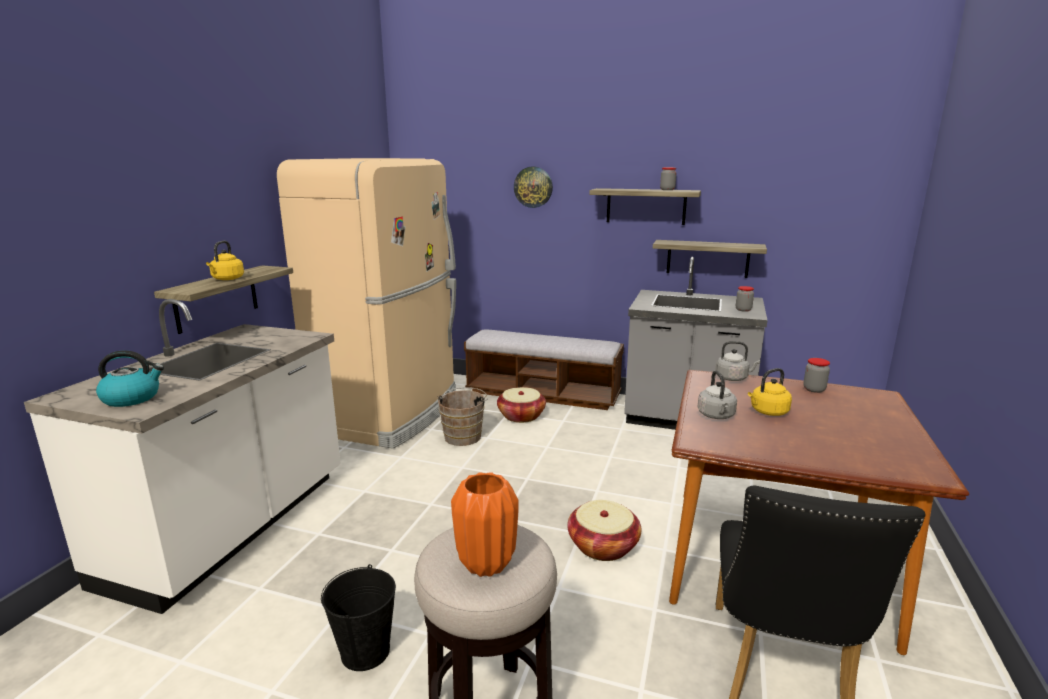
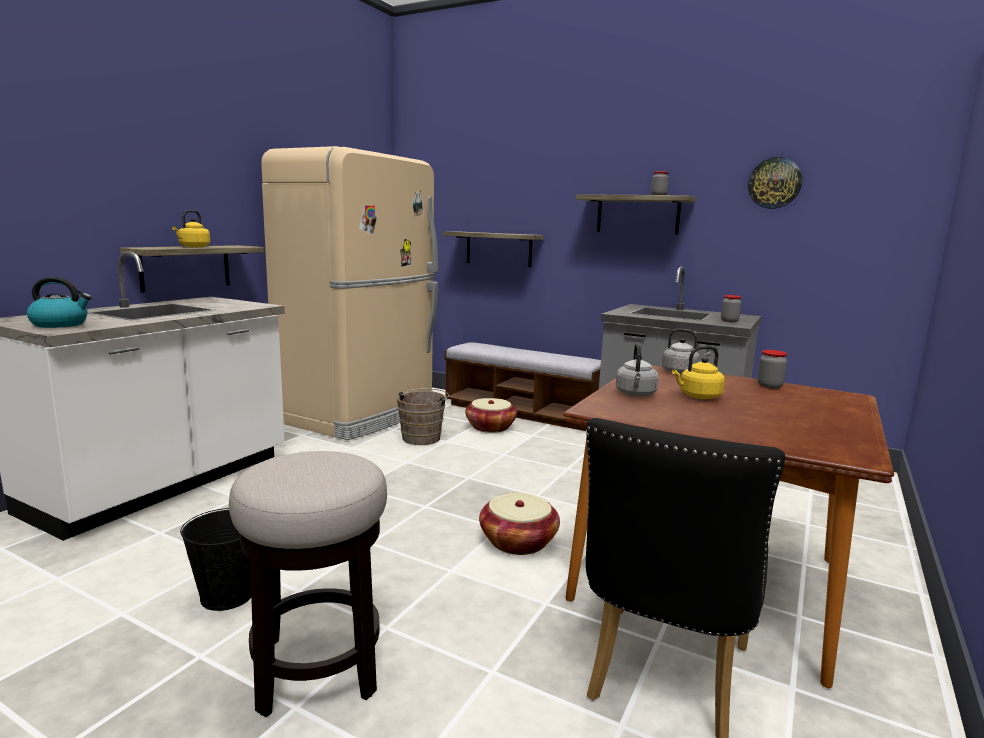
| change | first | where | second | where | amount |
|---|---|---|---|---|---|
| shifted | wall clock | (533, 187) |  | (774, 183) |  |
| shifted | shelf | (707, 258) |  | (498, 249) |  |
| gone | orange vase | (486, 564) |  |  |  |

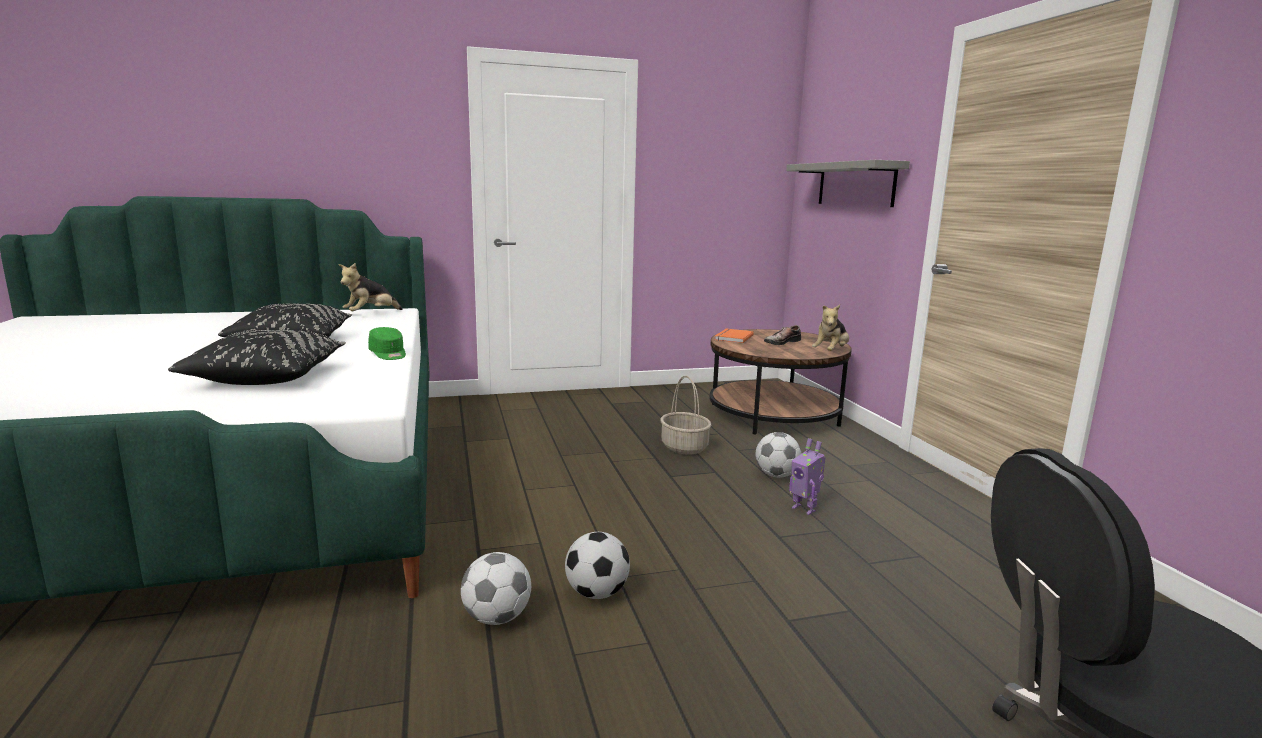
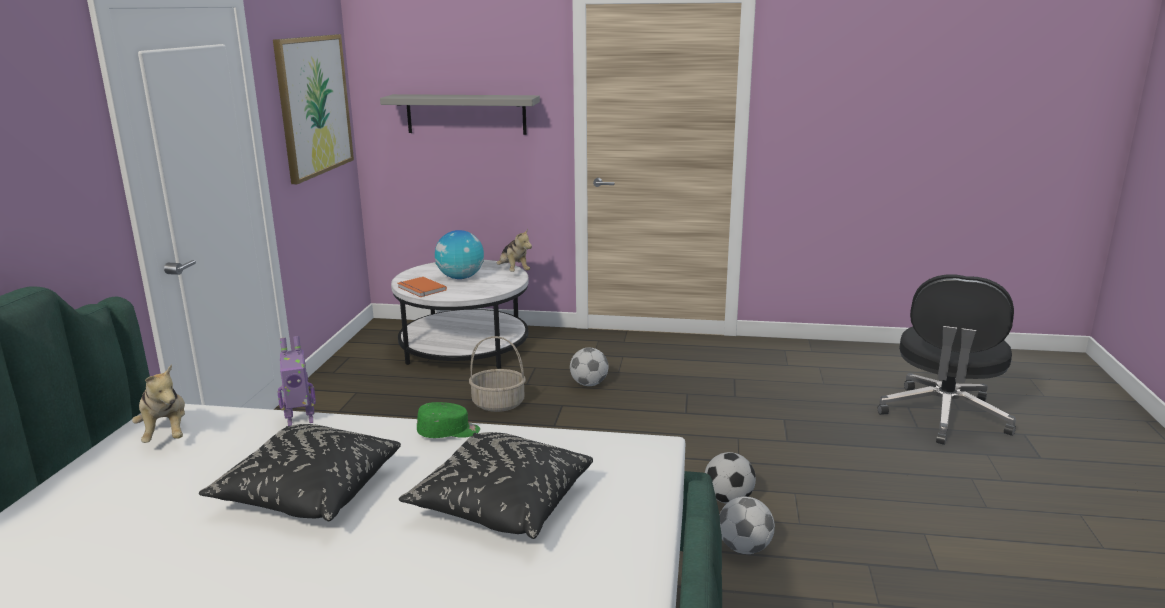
| change | first | where | second | where | amount |
|---|---|---|---|---|---|
| swapped | shoe | (781, 342) | globe | (461, 278) |  |
| repainted | brown coffee table | (773, 414) | white coffee table | (464, 347) |  |
| shifted | toy robot | (804, 509) |  | (300, 420) |  |
| new |  |  | picture | (314, 105) |  |

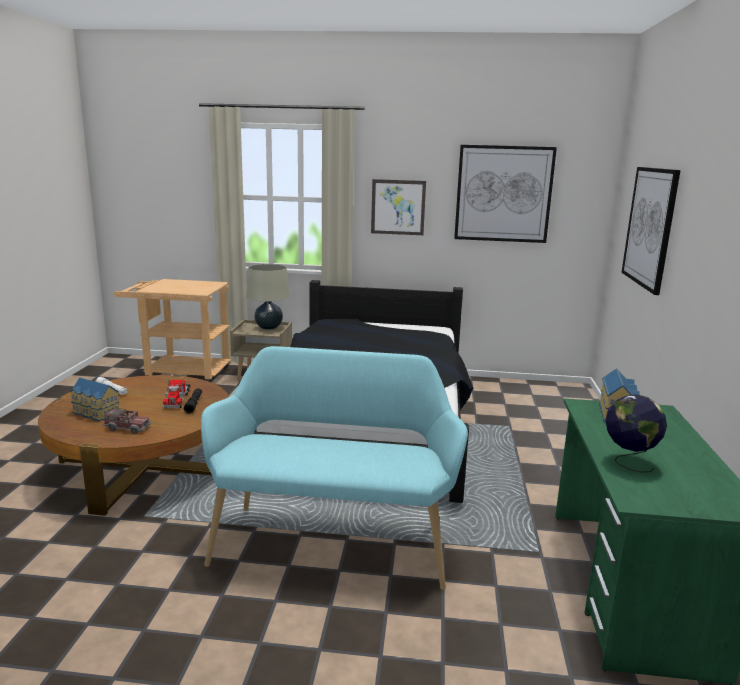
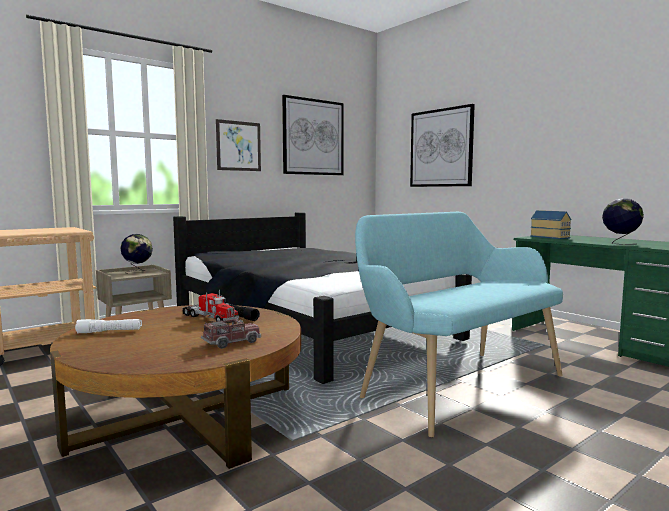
| change | first | where | second | where | amount |
|---|---|---|---|---|---|
| swapped | beige table lamp | (268, 327) | globe | (138, 271) |  |
| gone | toy house | (95, 413) |  |  |  |

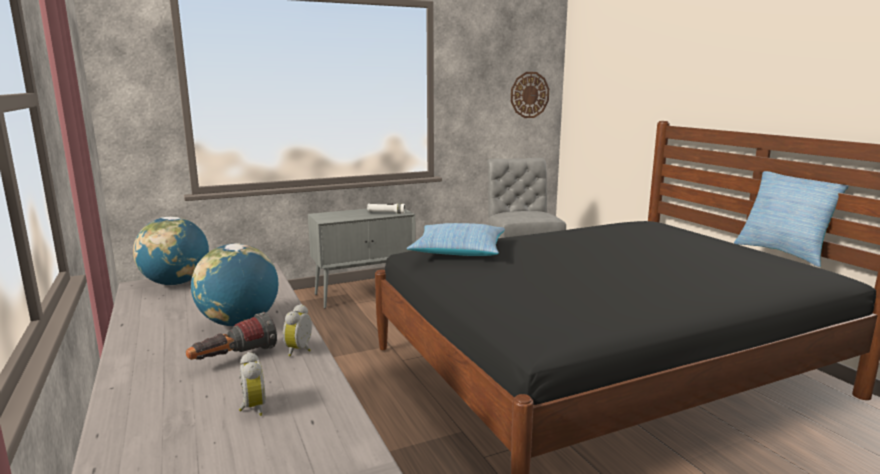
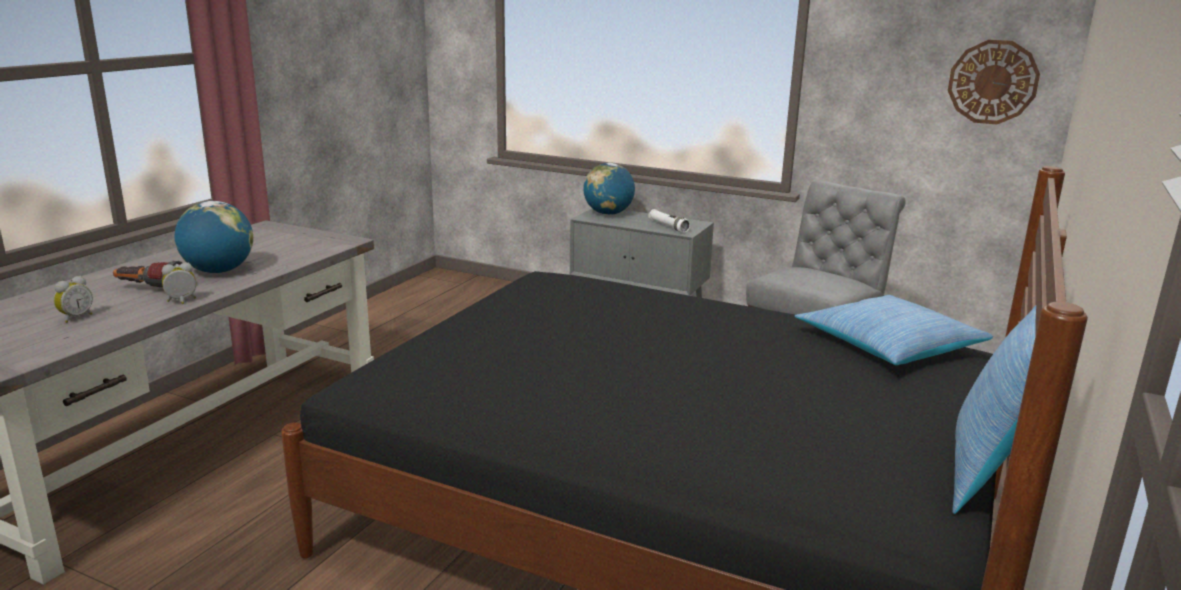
| change | first | where | second | where | amount |
|---|---|---|---|---|---|
| shifted | globe | (176, 283) |  | (608, 214) |  |
| shifted | pillow | (458, 250) |  | (889, 344) |  |

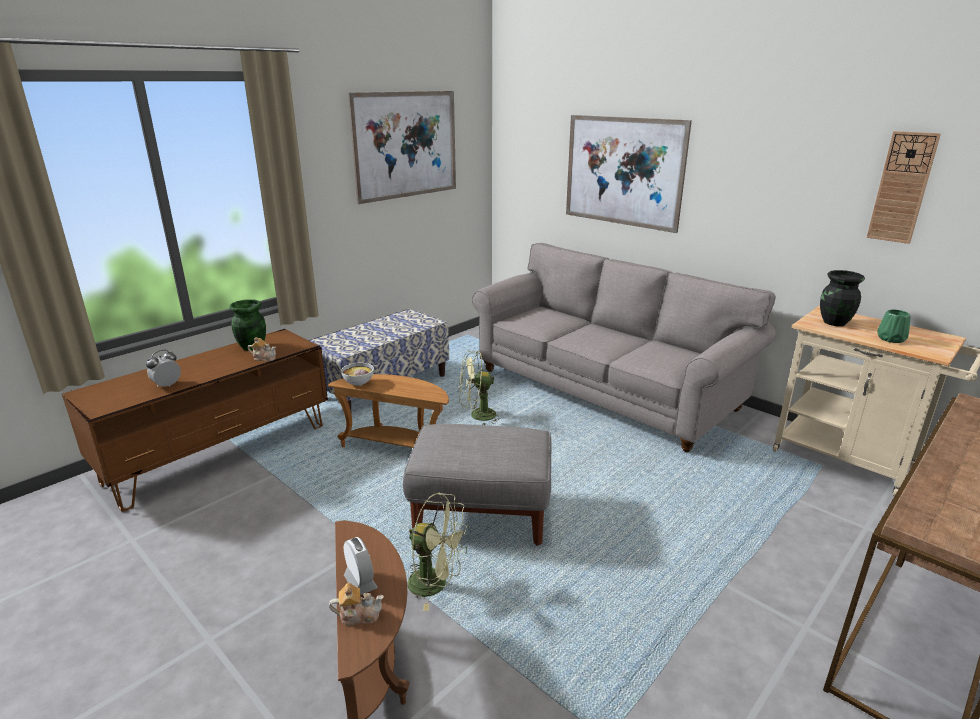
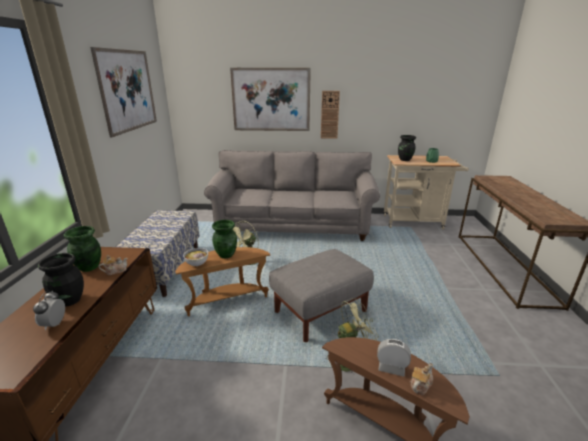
| change | first | where | second | where | amount |
|---|---|---|---|---|---|
| shifted | wall clock | (902, 188) |  | (329, 115) |  |
| new |  |  | green vase | (226, 254) |  |
| new |  |  | black vase | (69, 300) |  |

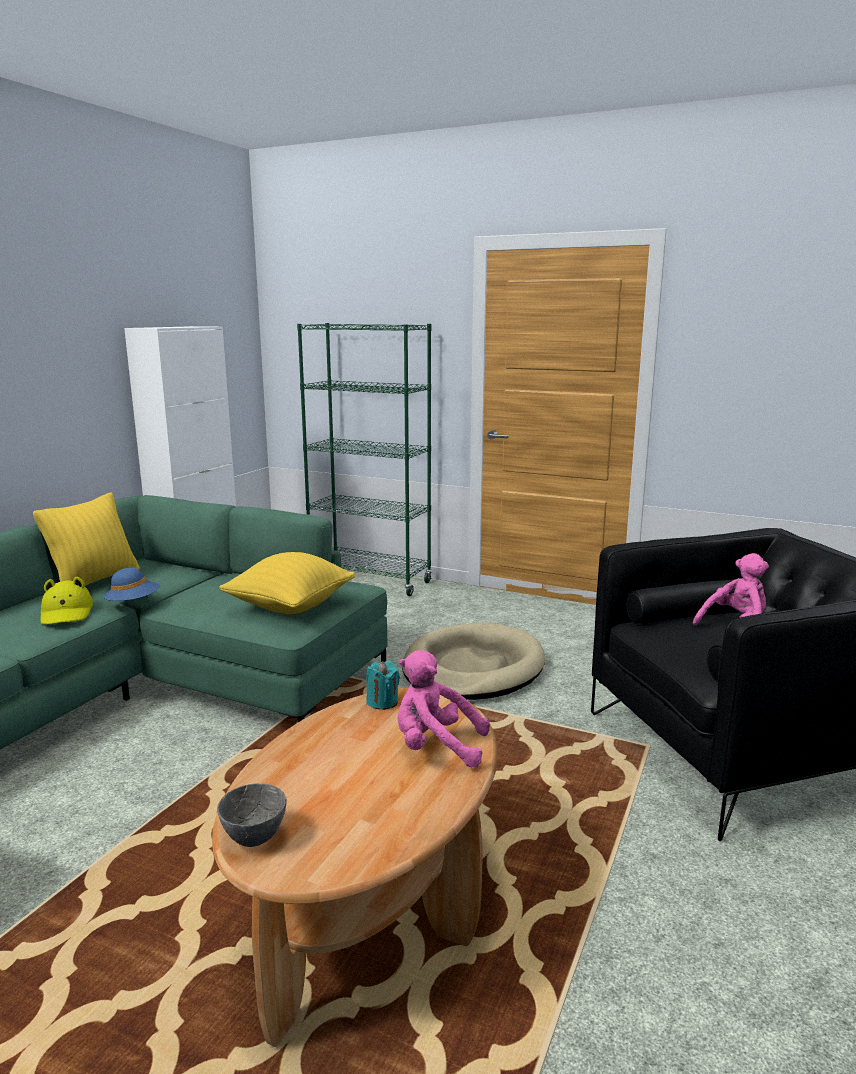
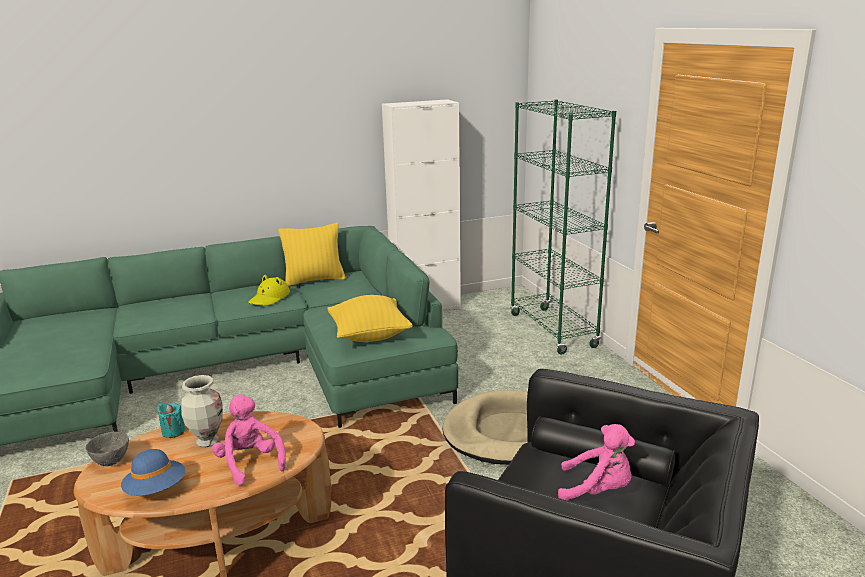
| change | first | where | second | where | amount |
|---|---|---|---|---|---|
| shifted | blue hat | (133, 603) |  | (156, 490) |  |
| shifted | turquoise candle | (382, 702) |  | (173, 432) |  |
| new |  |  | vase | (207, 441) |  |

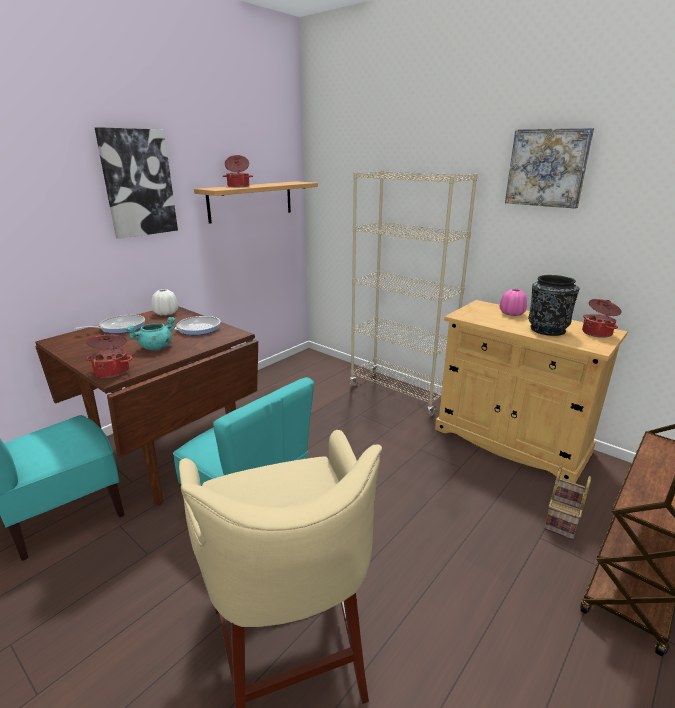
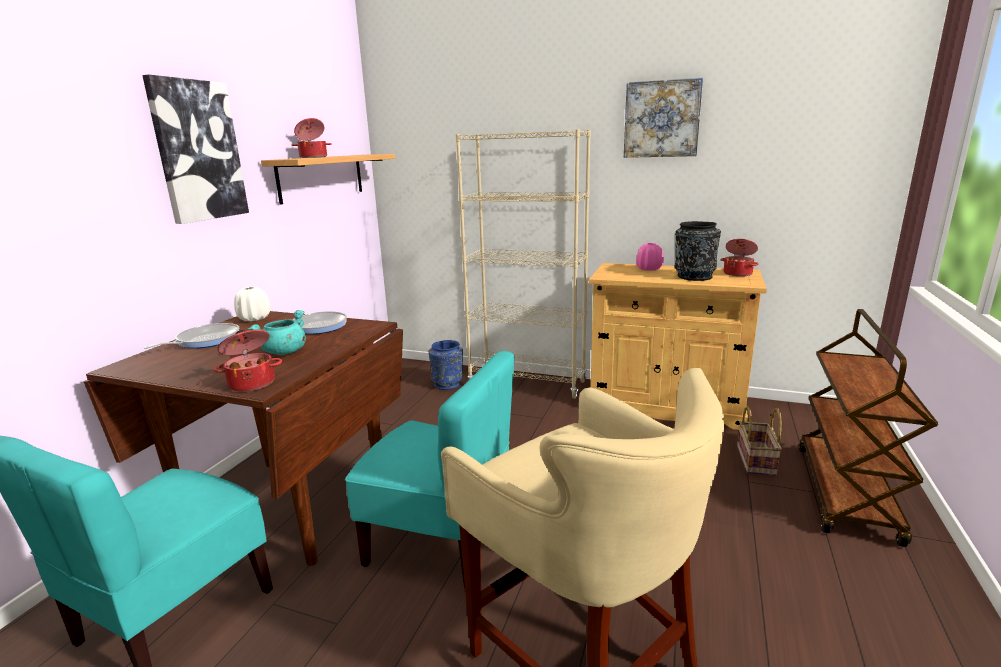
| change | first | where | second | where | amount |
|---|---|---|---|---|---|
| new |  |  | blue vase | (448, 384) |  |

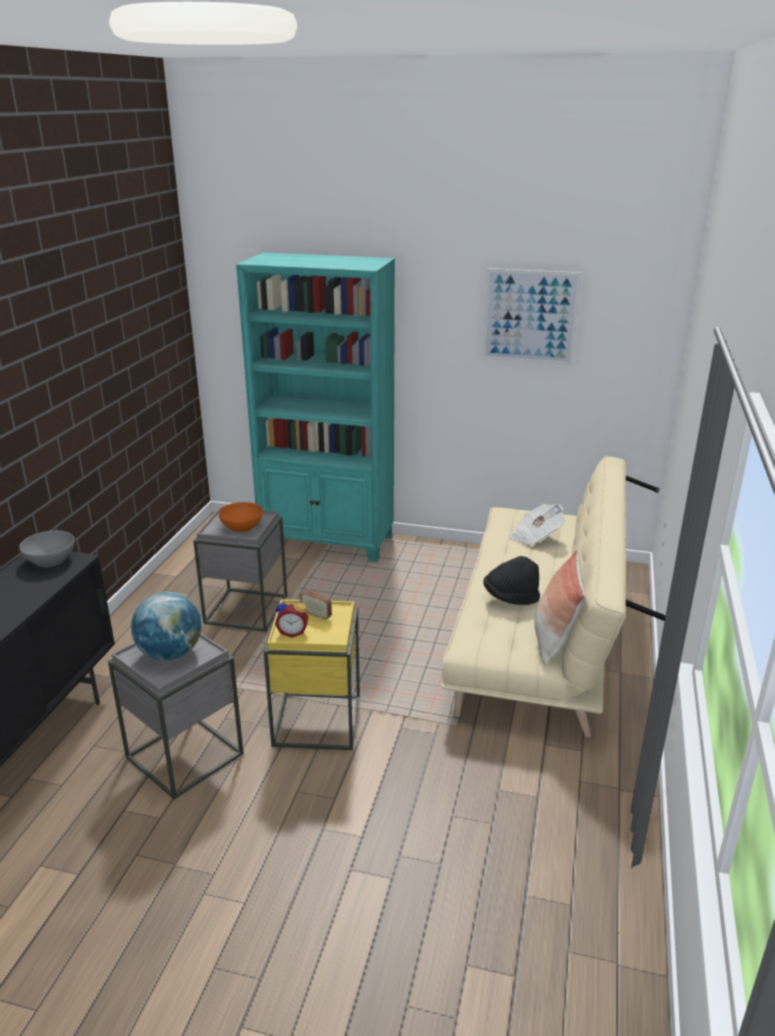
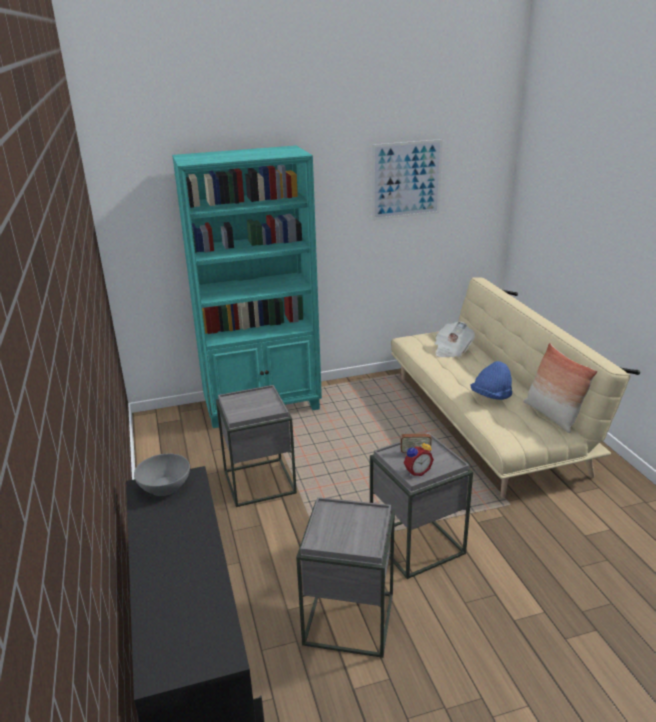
| change | first | where | second | where | amount |
|---|---|---|---|---|---|
| gone | orange bowl | (241, 526) |  |  |  |
| repainted | black hat | (510, 598) | blue hat | (491, 396) |  |
| gone | globe | (170, 653) |  |  |  |
| repainted | yellow side table | (317, 721) | grey side table | (416, 544) |  |

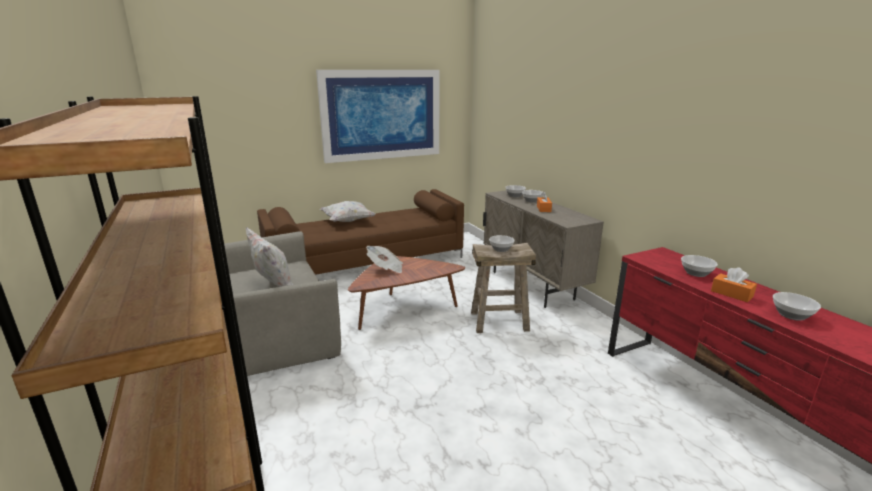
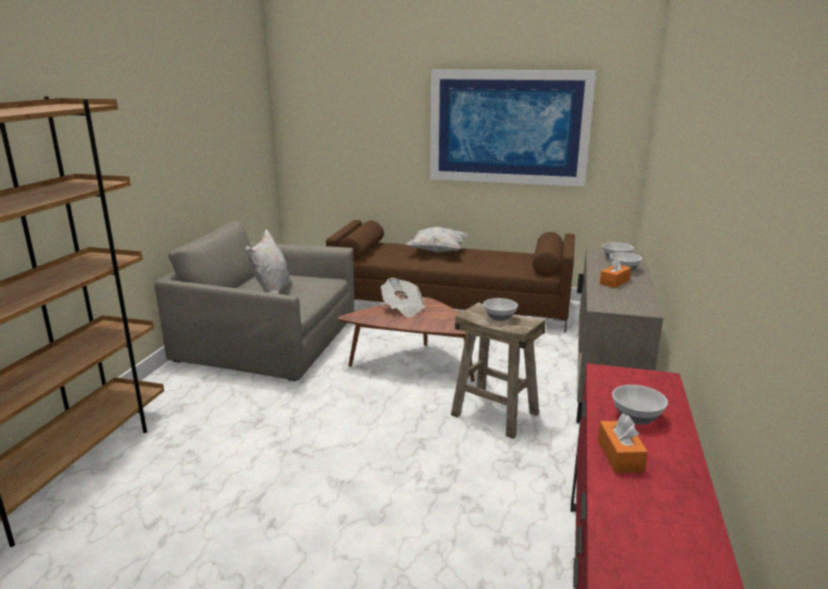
| change | first | where | second | where | amount |
|---|---|---|---|---|---|
| gone | bowl | (790, 315) |  |  |  |

